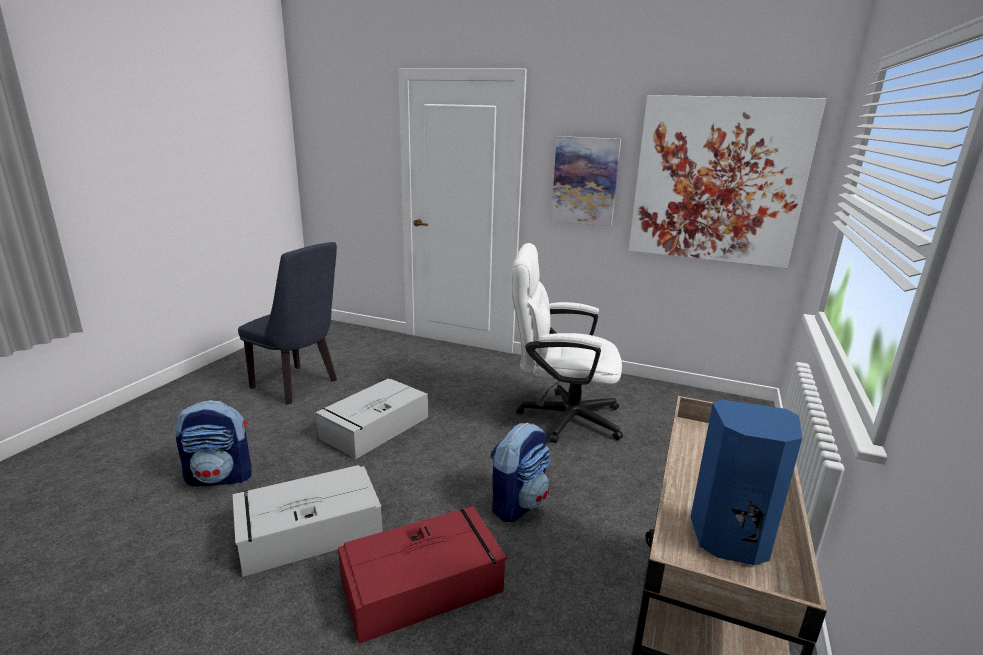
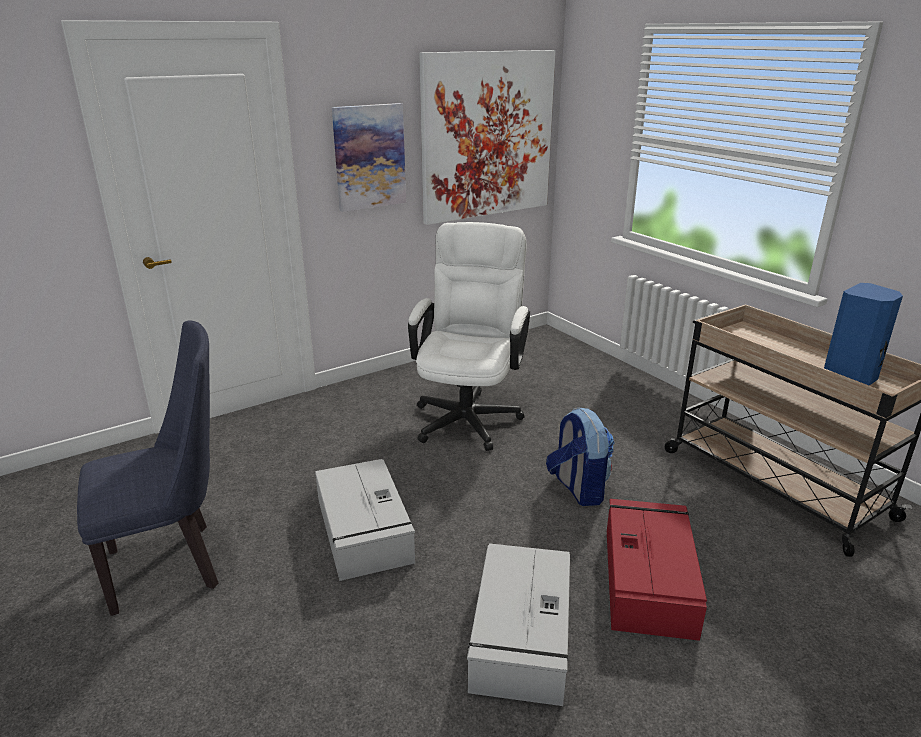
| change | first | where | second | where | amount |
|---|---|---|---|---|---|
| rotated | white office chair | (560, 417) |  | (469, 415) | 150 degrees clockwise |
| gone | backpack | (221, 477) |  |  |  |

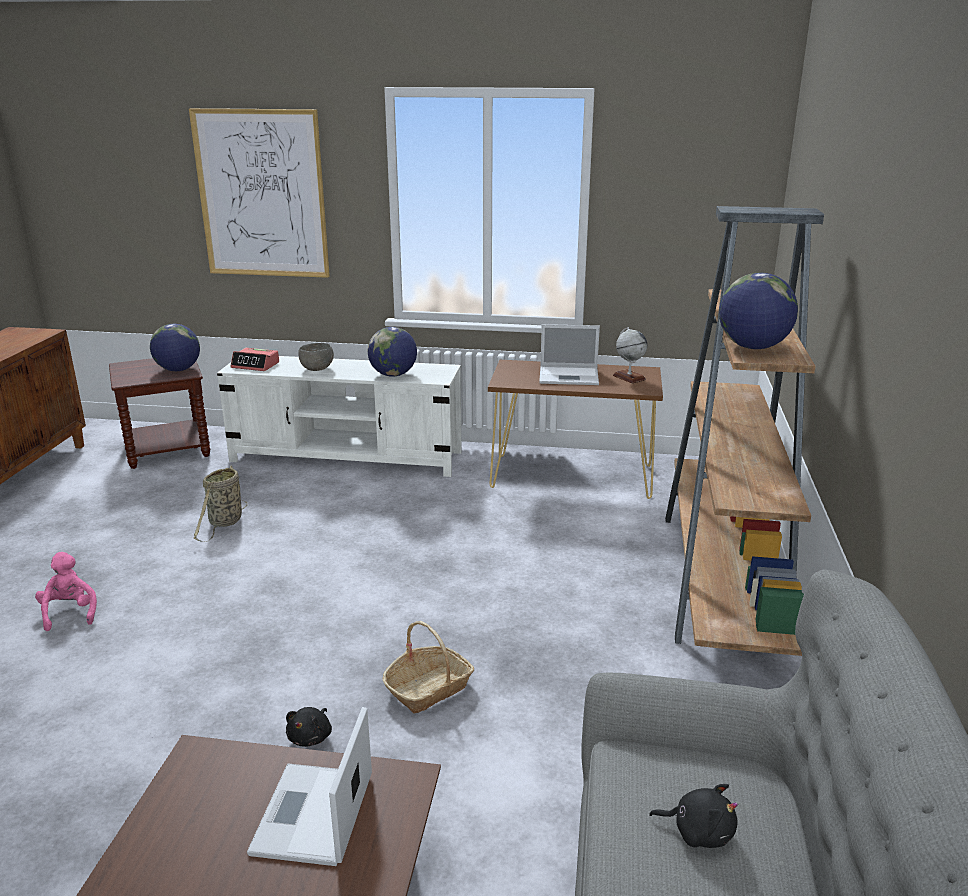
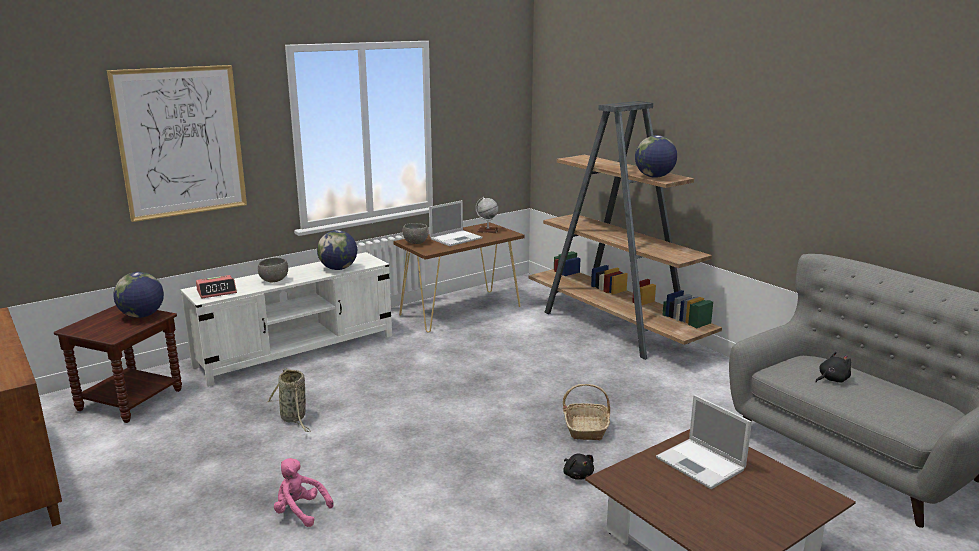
| change | first | where | second | where | amount |
|---|---|---|---|---|---|
| new |  |  | grey bowl | (416, 243) |  |

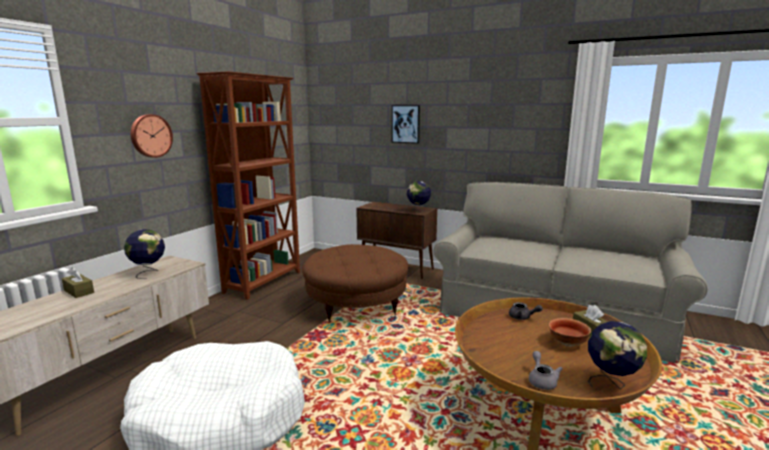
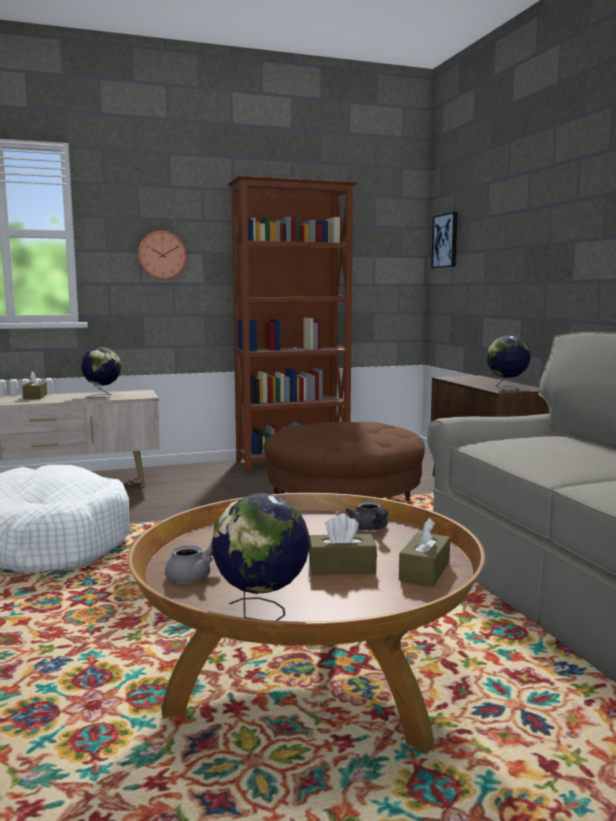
| change | first | where | second | where | amount |
|---|---|---|---|---|---|
| shifted | picture | (406, 124) |  | (445, 241) |  |
| swapped | bowl | (567, 343) | brown tissue box | (342, 567) |  |

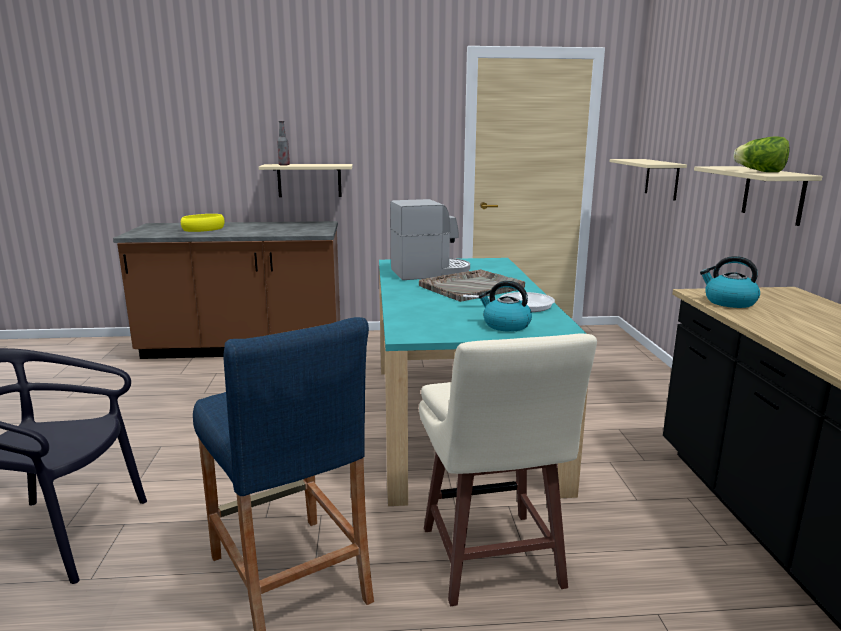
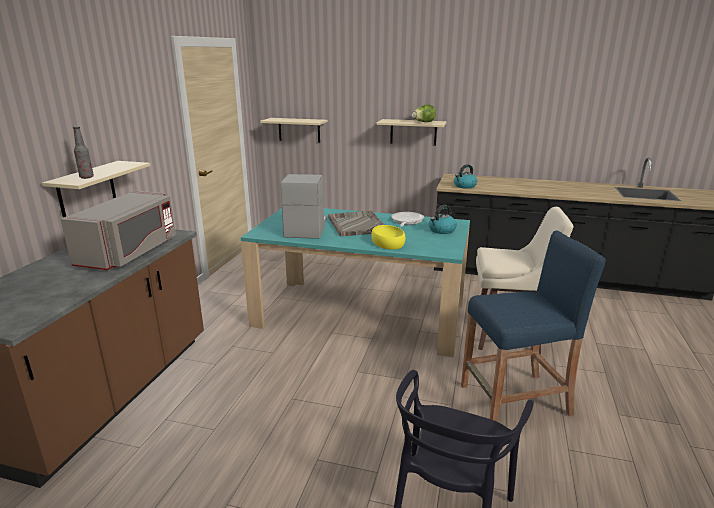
| change | first | where | second | where | amount |
|---|---|---|---|---|---|
| shifted | yellow bowl | (203, 229) |  | (387, 243) |  |
| new |  |  | grey microwave | (130, 252) |  |

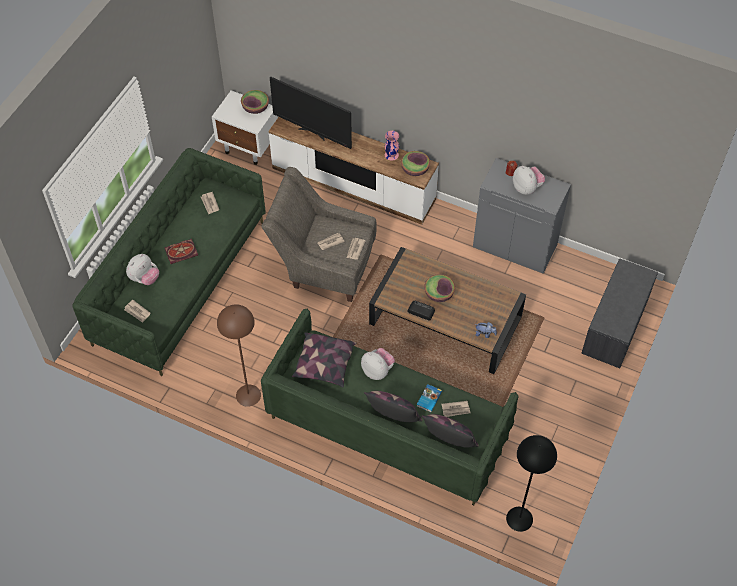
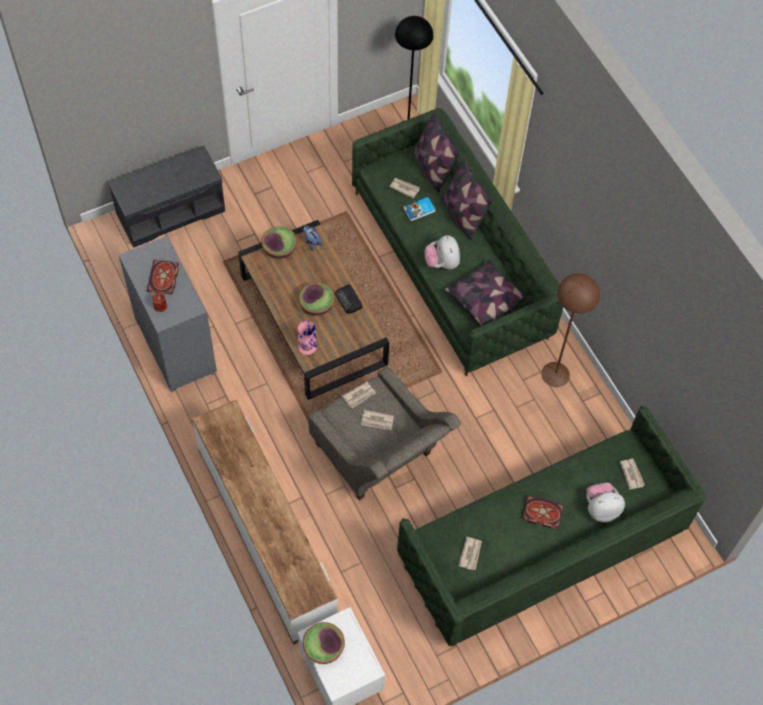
| change | first | where | second | where | amount |
|---|---|---|---|---|---|
| gone | television | (313, 133) |  |  |  |
| shifted | pink vase | (391, 154) |  | (307, 347) |  |
| shifted | bowl | (415, 170) |  | (279, 249) |  |
| swapped | plush toy | (527, 188) | book | (164, 279) |  |

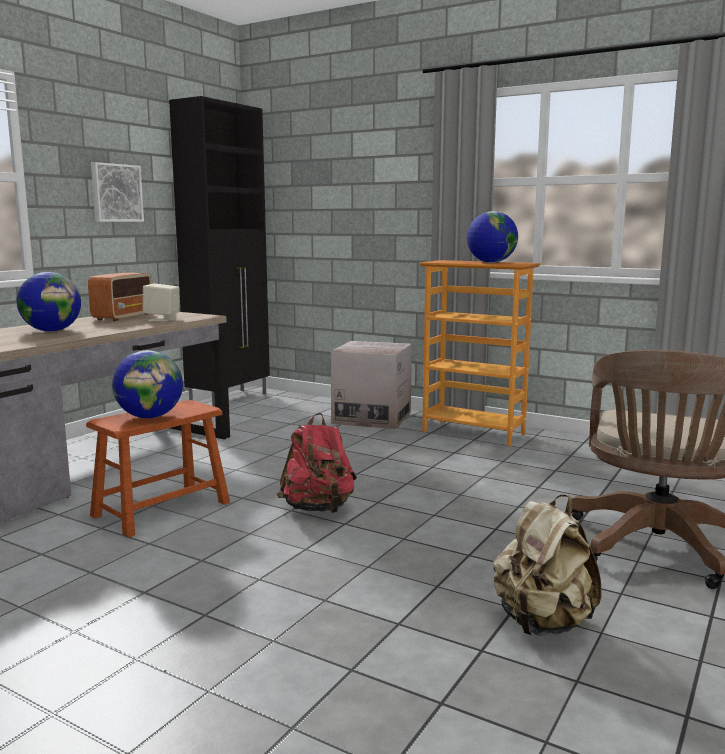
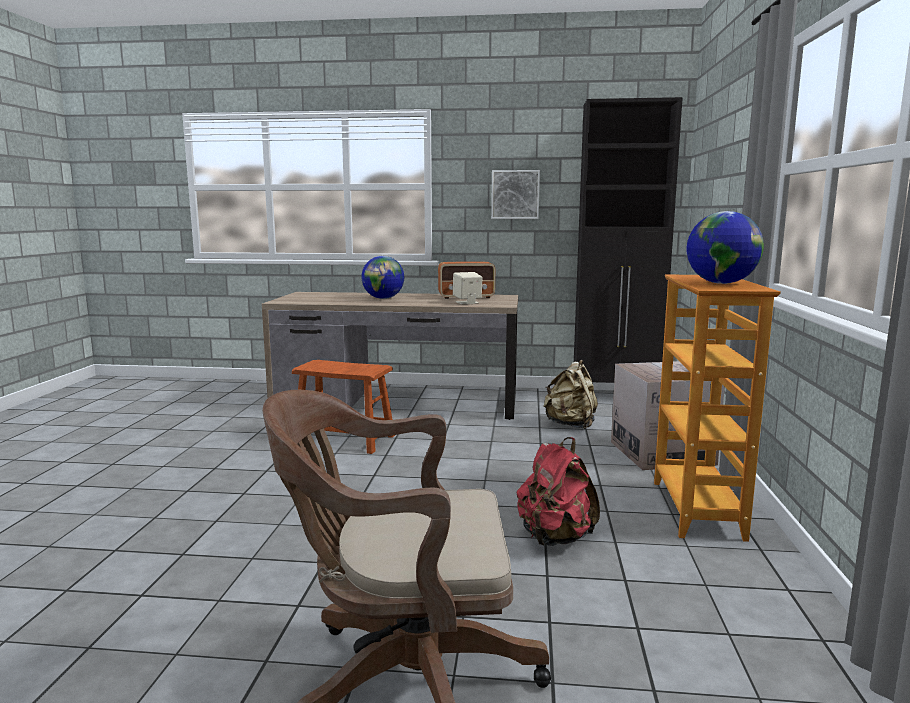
| change | first | where | second | where | amount |
|---|---|---|---|---|---|
| gone | globe | (150, 417) |  |  |  |
| shifted | red backpack | (318, 509) |  | (555, 538) |  |
| shifted | beige backpack | (543, 623) |  | (571, 425) |  |

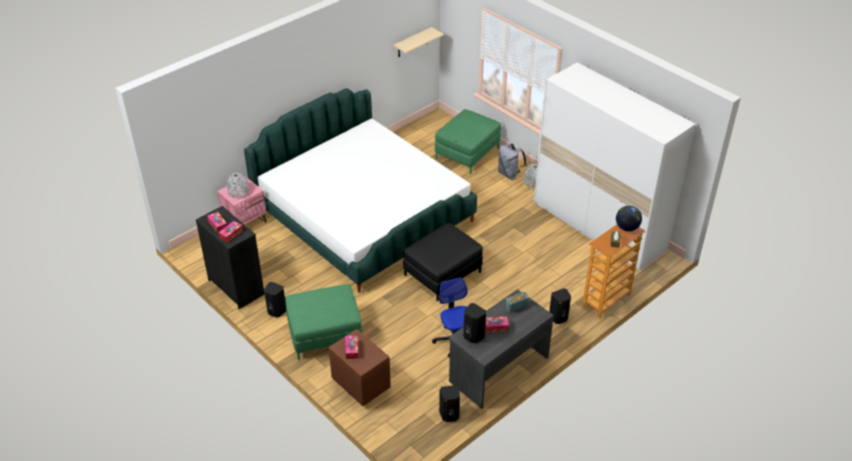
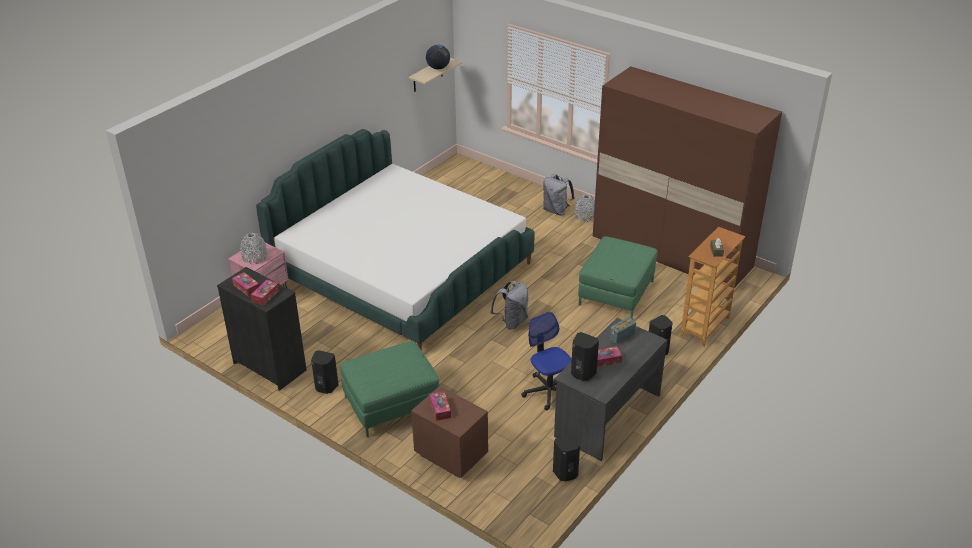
| change | first | where | second | where | amount |
|---|---|---|---|---|---|
| repainted | white wardrobe | (599, 226) | brown wardrobe | (671, 252) |  |
| shifted | green ottoman | (467, 153) |  | (616, 293) |  |
| shifted | globe | (627, 227) |  | (438, 68) |  |
| swapped | black ottoman | (442, 273) | grey backpack | (512, 321) |  |

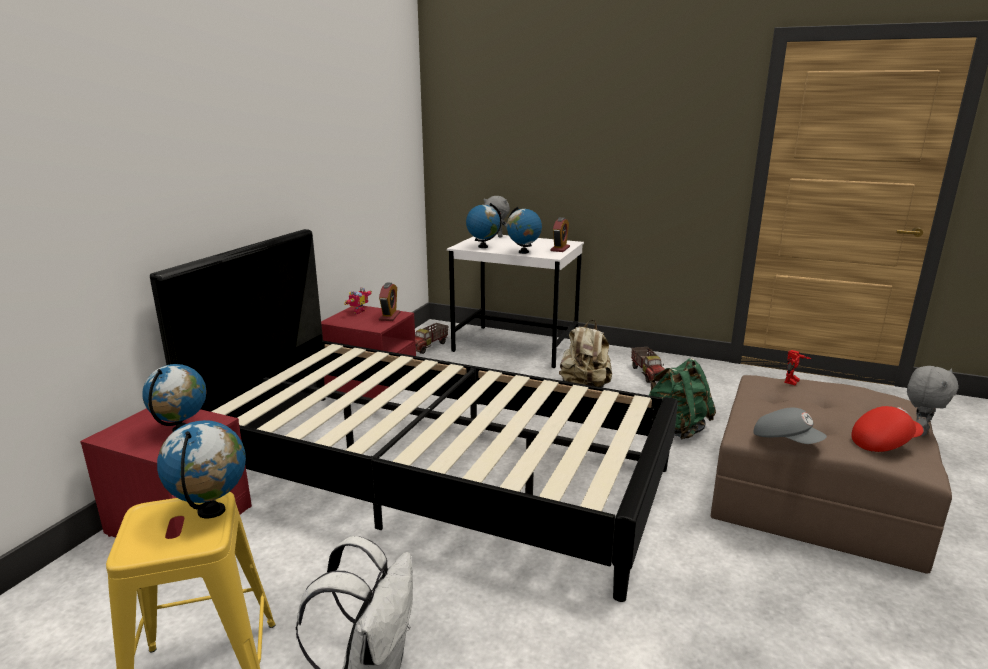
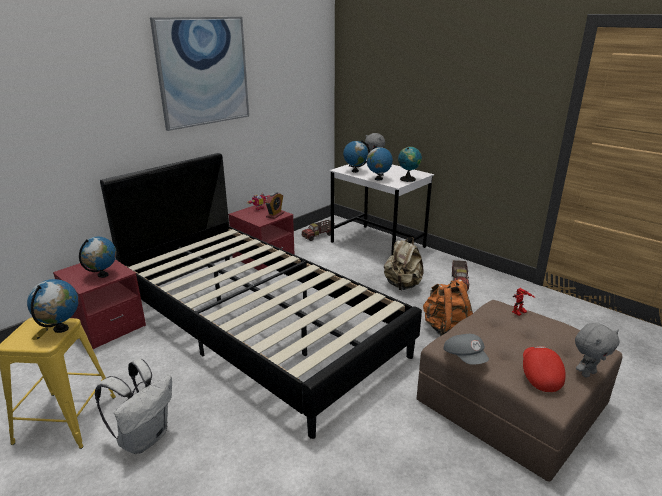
| change | first | where | second | where | amount |
|---|---|---|---|---|---|
| swapped | alarm clock | (560, 249) | globe | (408, 179) |  |
| repainted | green backpack | (676, 429) | orange backpack | (445, 329) |  |
| rotated | red cap | (883, 442) |  | (539, 375) | 90 degrees counterclockwise |
| new |  |  | picture | (203, 72) |  |

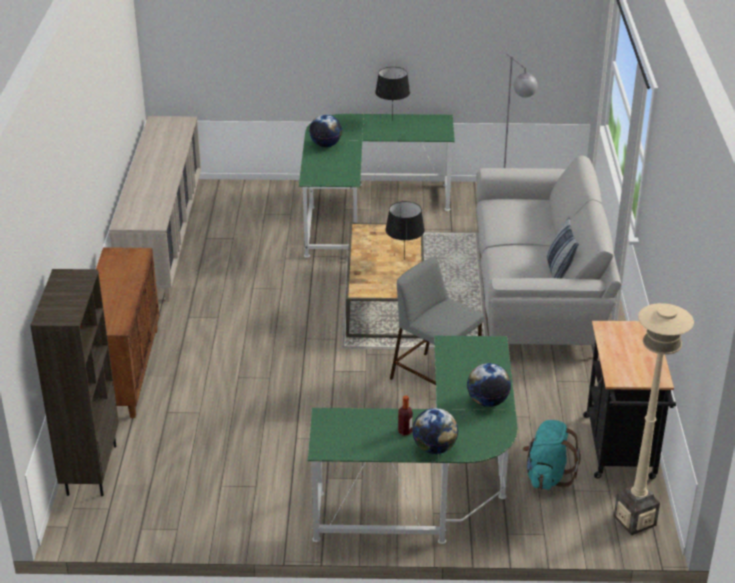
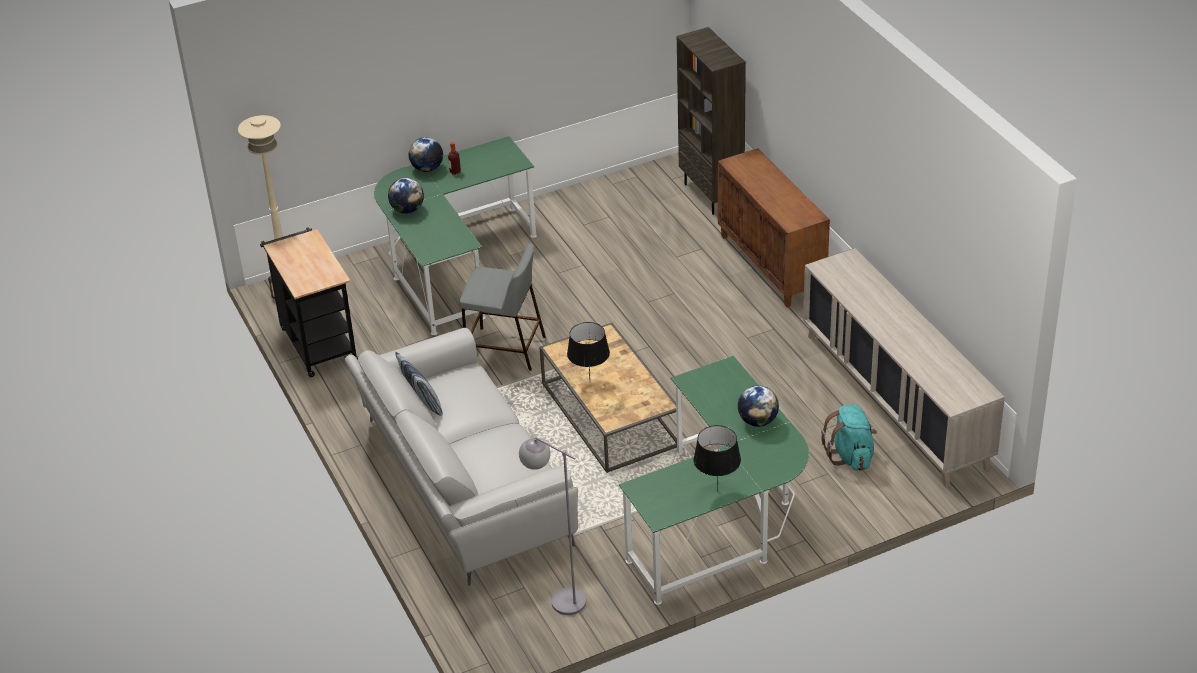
| change | first | where | second | where | amount |
|---|---|---|---|---|---|
| shifted | turquoise backpack | (547, 476) |  | (851, 456) |  |

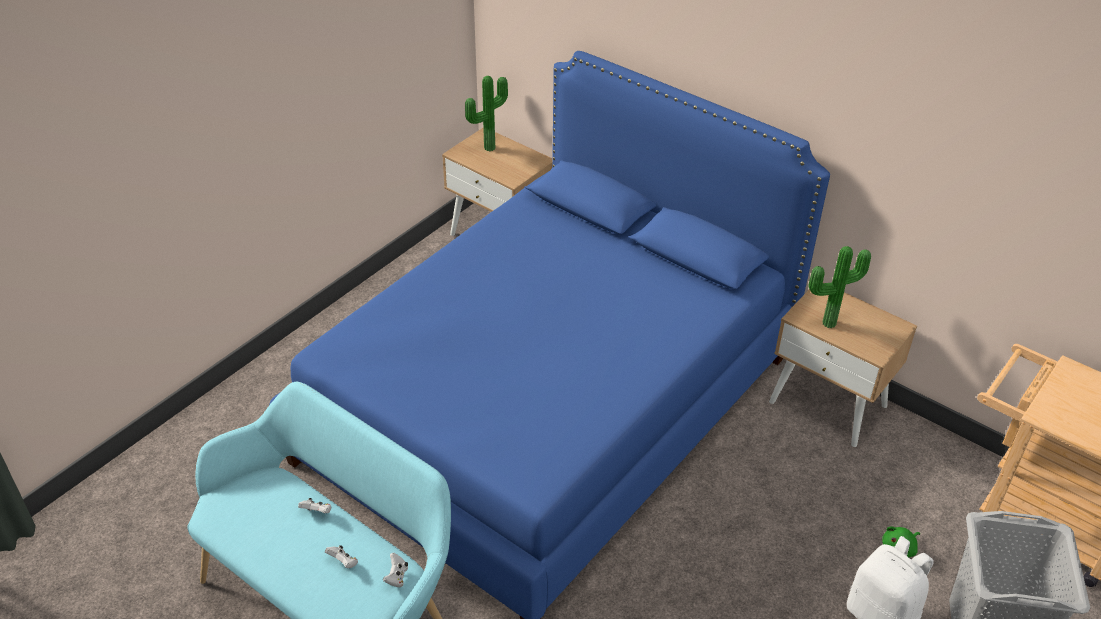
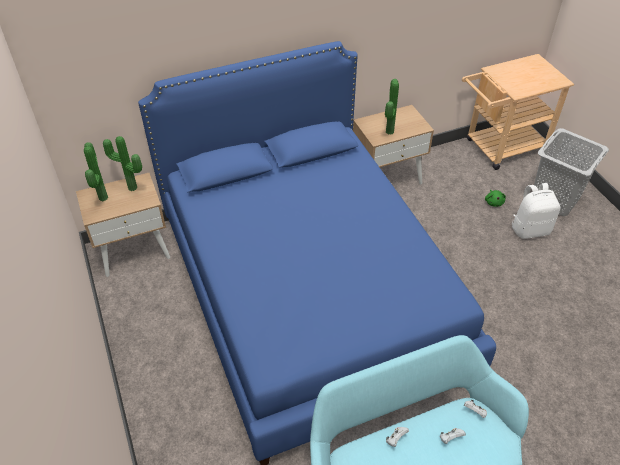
| change | first | where | second | where | amount |
|---|---|---|---|---|---|
| new |  |  | potted plant | (131, 189) |  |

